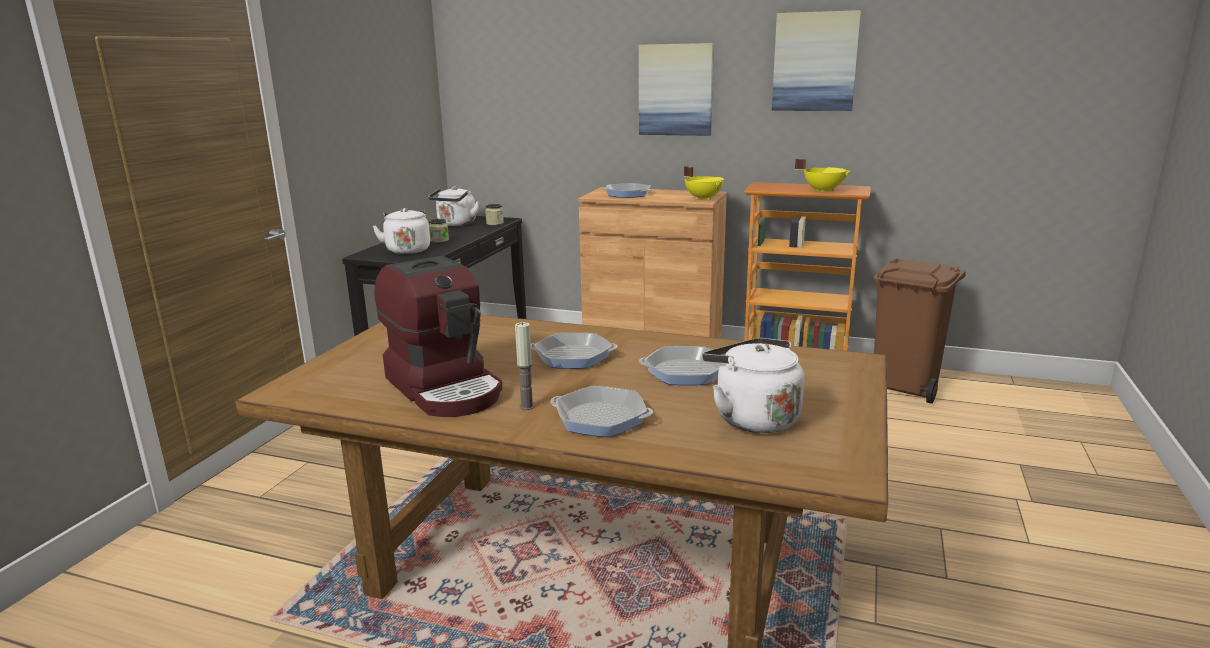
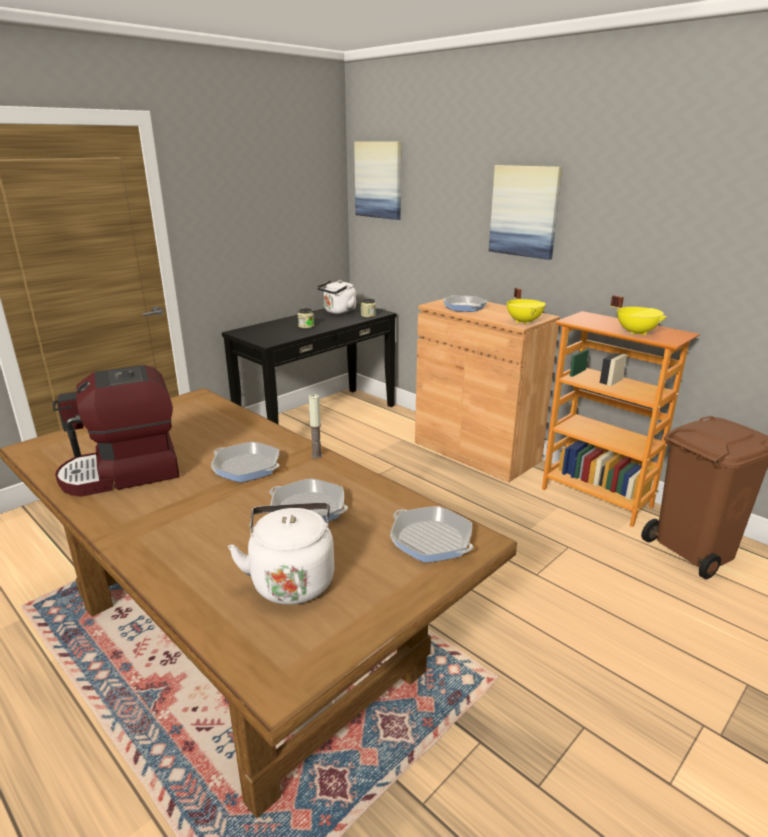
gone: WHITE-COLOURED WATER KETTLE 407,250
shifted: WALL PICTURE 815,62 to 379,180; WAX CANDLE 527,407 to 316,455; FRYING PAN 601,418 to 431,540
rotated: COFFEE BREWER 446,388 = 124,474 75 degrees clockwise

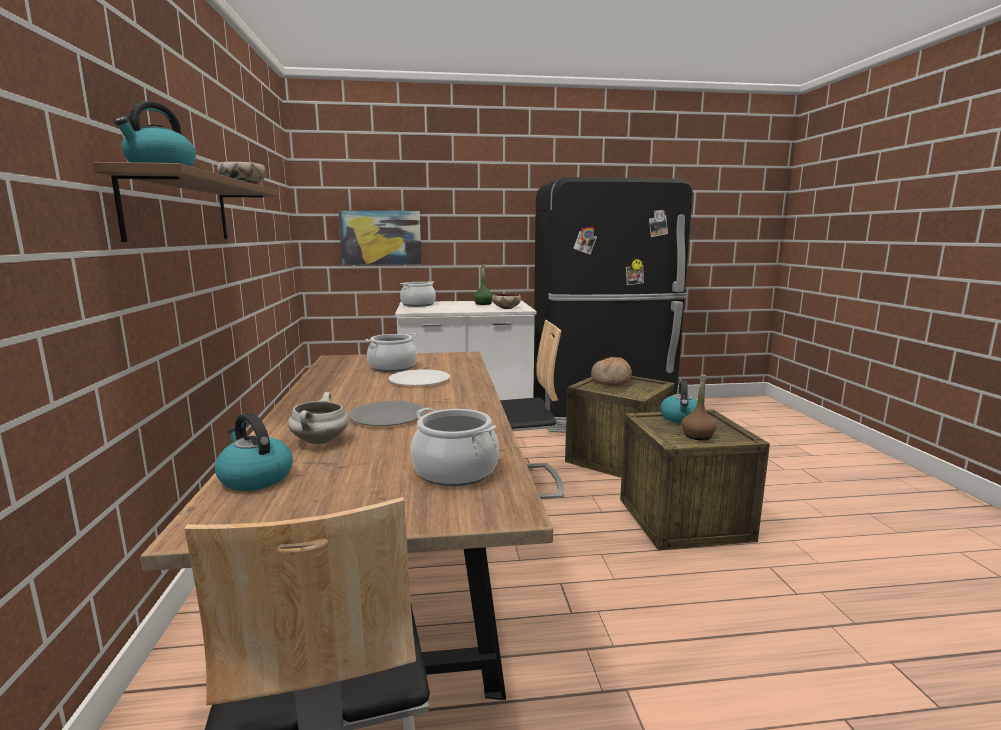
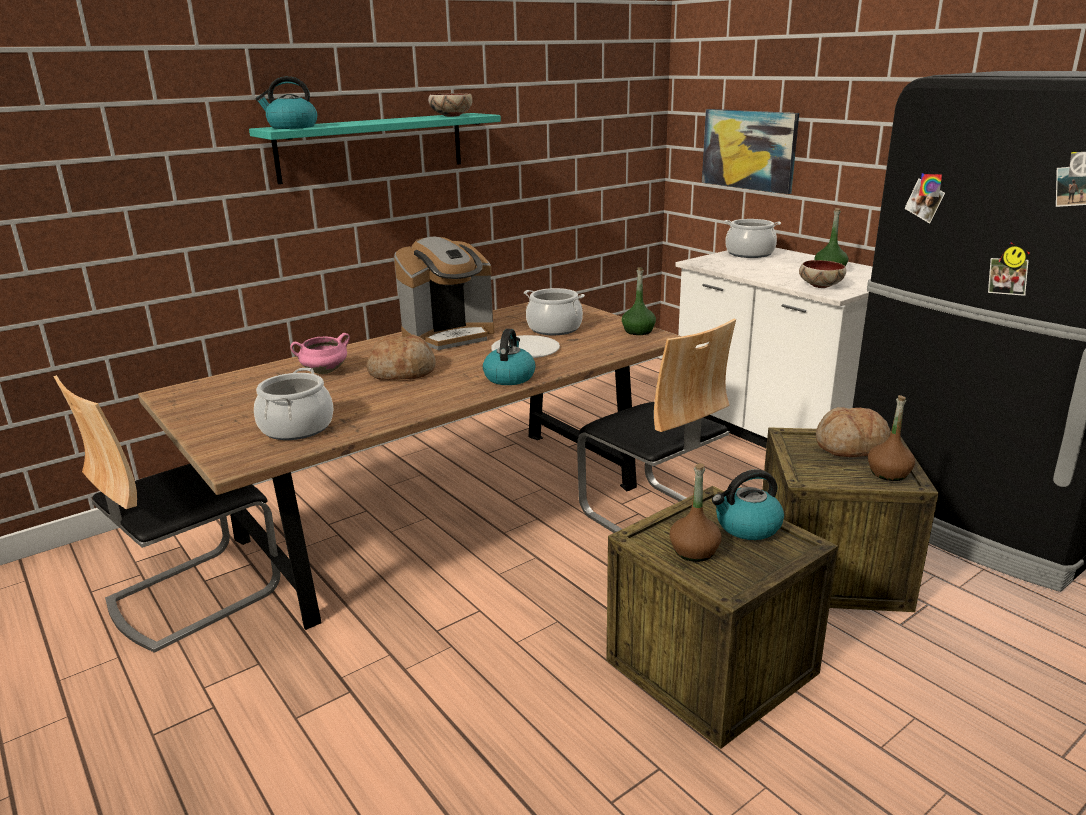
new: COFFEE BREWER 448,336; GREEN DRINK BOTTLE 638,331; BROWNISH DRINK BOTTLE 889,473
shifted: WATER KETTLE 255,478 to 509,377
swapped: GREY FLAT DISH 388,416 to BAKERY BREAD 403,371
repainted: BROWNISH BRACKET SHELF 180,210 to BLUE-GREEN BRACKET SHELF 372,147; WHITE-COLOURED SAUCEPOT 320,442 to PINK SAUCEPOT 324,372

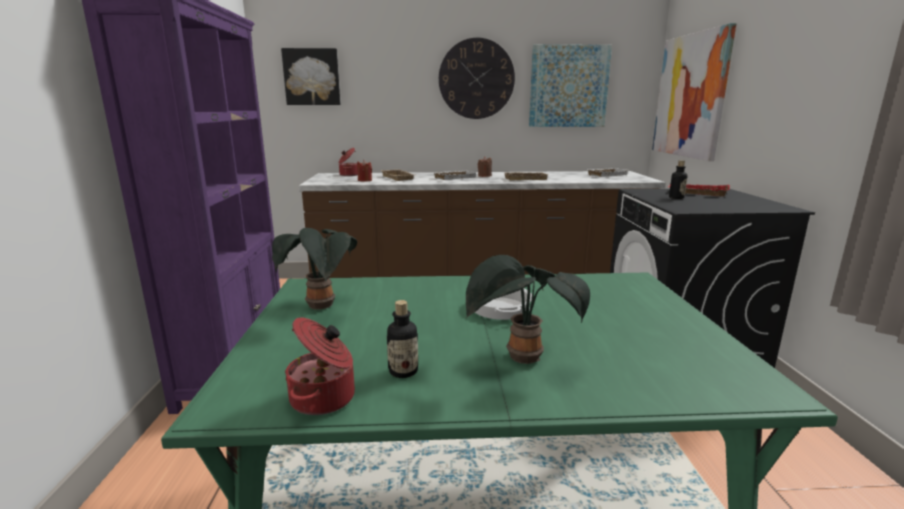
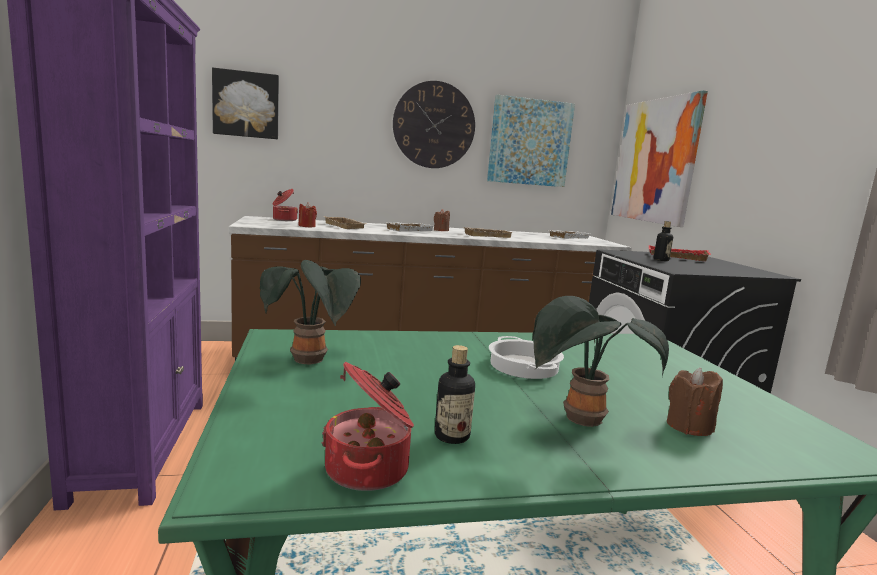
new: BROWNISH WAX CANDLE 689,426

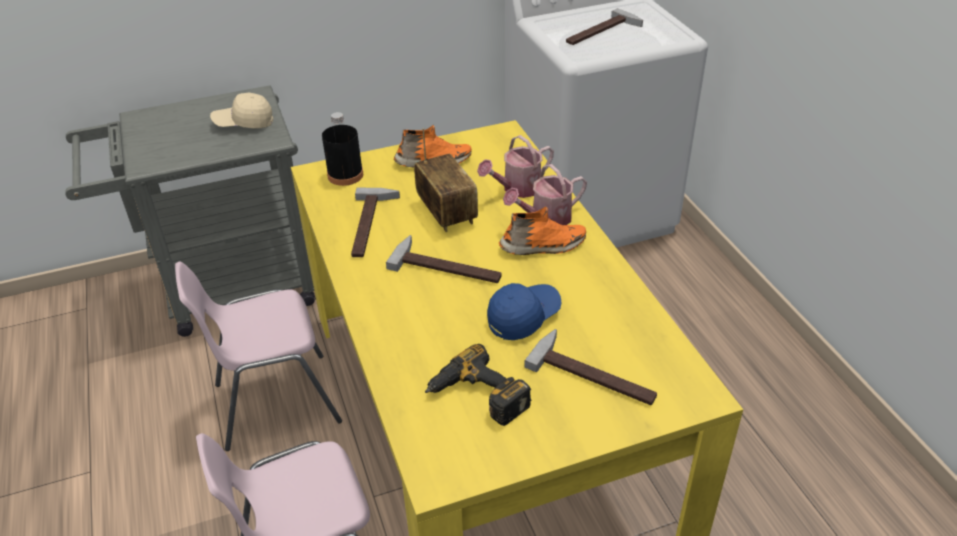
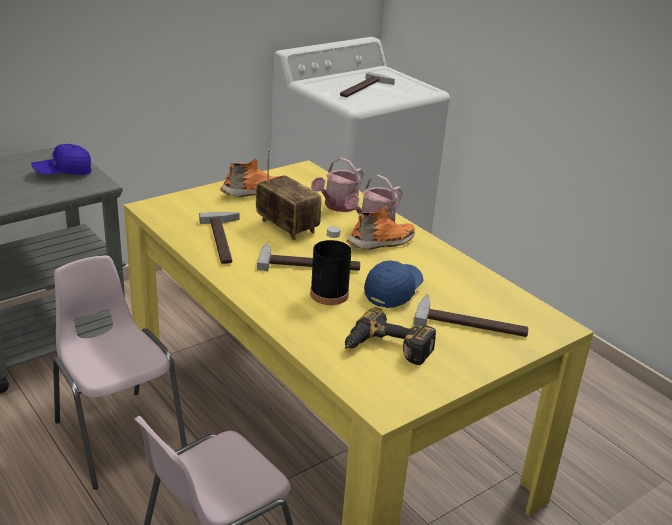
shifted: BLACKISH DRINK BOTTLE 345,175 to 329,294
repainted: BEIGE PEAKED CAP 244,123 to BLUE PEAKED CAP 63,173
rotated: PINK PLAIN CHAIR 275,402 = 119,435 90 degrees clockwise

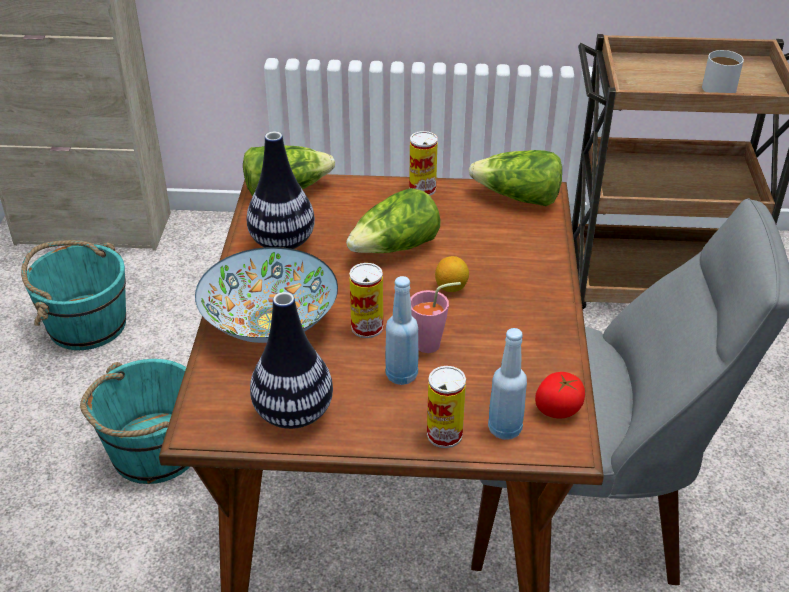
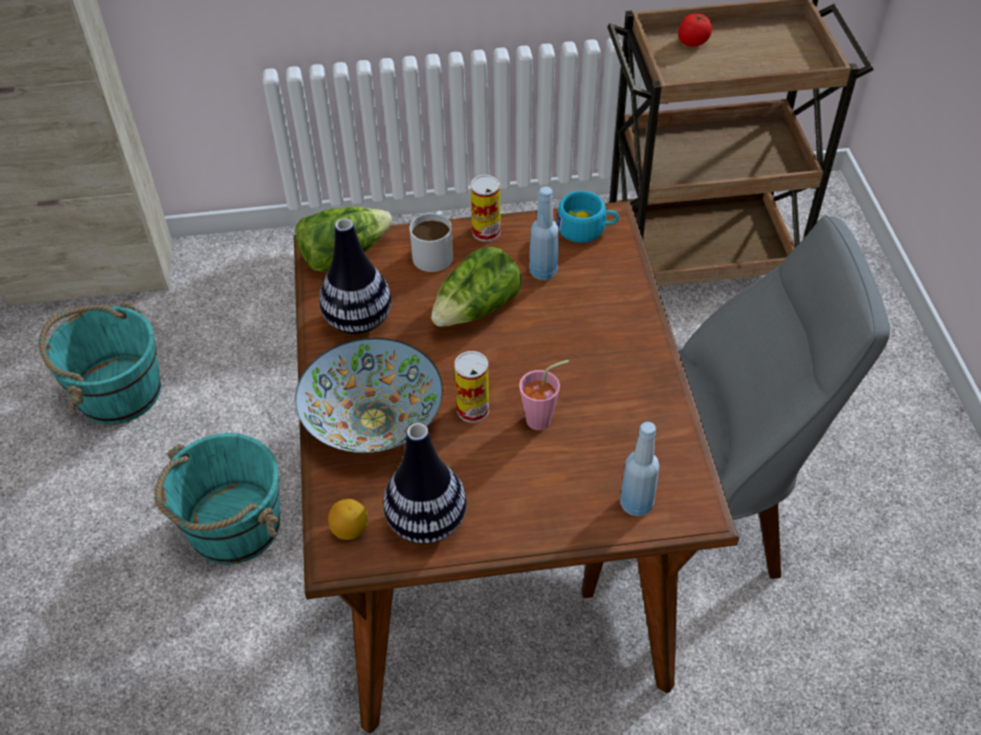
gone: CAN 444,434
shifted: WHITE-COLOURED TEA MUG 720,85 to 435,251; CITRUS FRUIT 451,287 to 350,530; BLUE DRINK BOTTLE 401,375 to 543,272; TOMATO 558,409 to 693,42
swapped: LETTUCE 518,198 to BLUE-GREEN DRINKING CUP 587,229

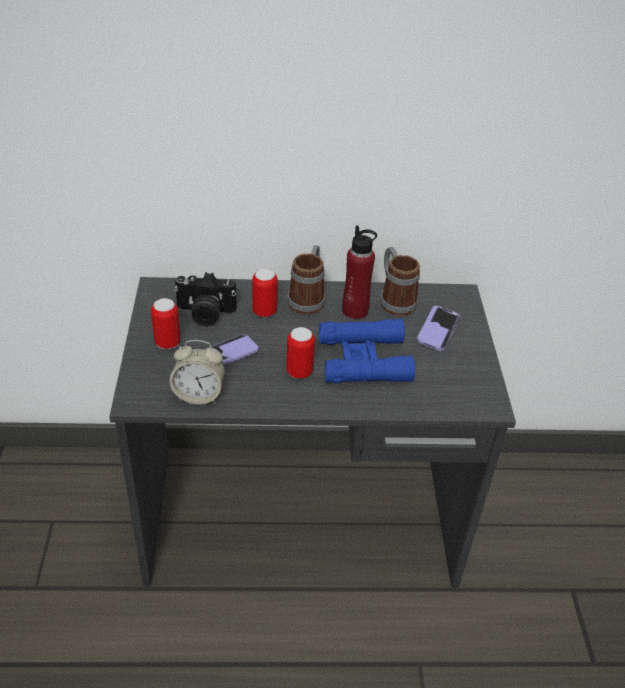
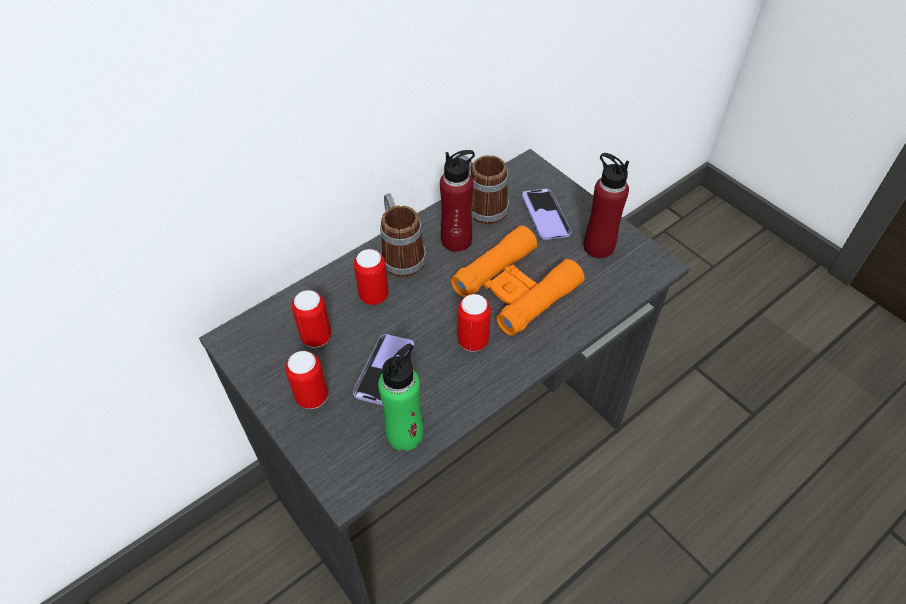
new: RED-COLOURED DRINK BOTTLE 598,246
swapped: PHOTO CAMERA 205,314 to CAN 316,337; TABLE CLOCK 199,395 to GREEN DRINK BOTTLE 405,434
repainted: BLUE PAIR OF BINOCULARS 364,360 to ORANGE-COLOURED PAIR OF BINOCULARS 515,288

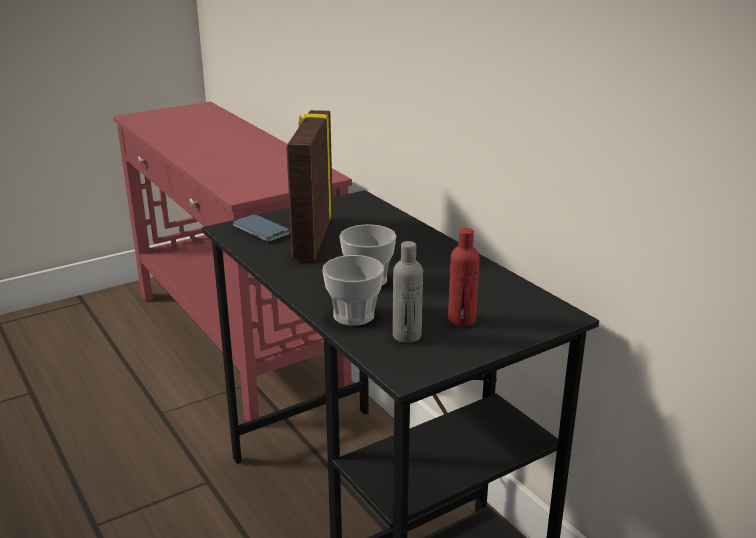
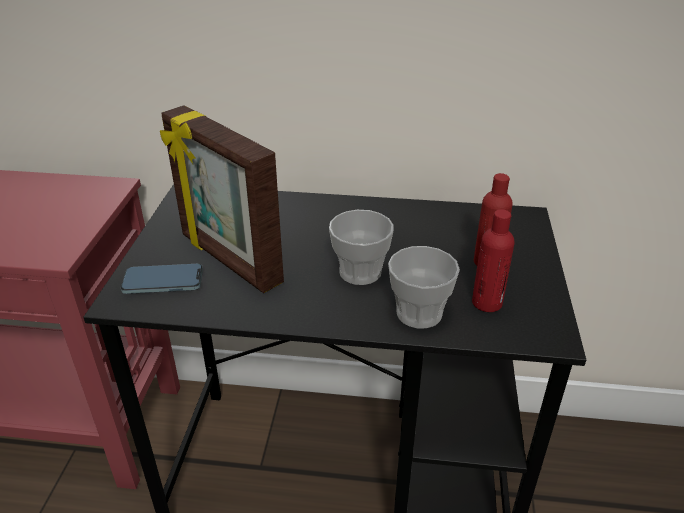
repainted: GREY DRINK BOTTLE 407,336 to RED-COLOURED DRINK BOTTLE 487,303

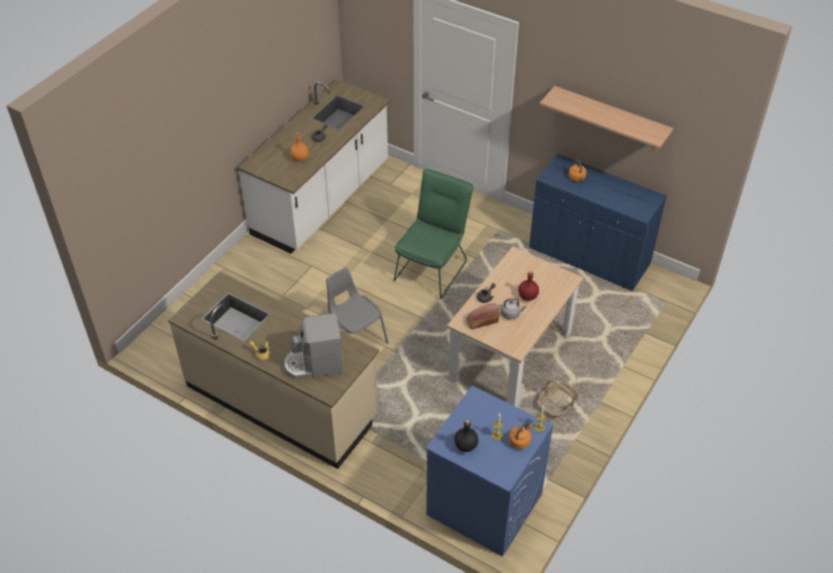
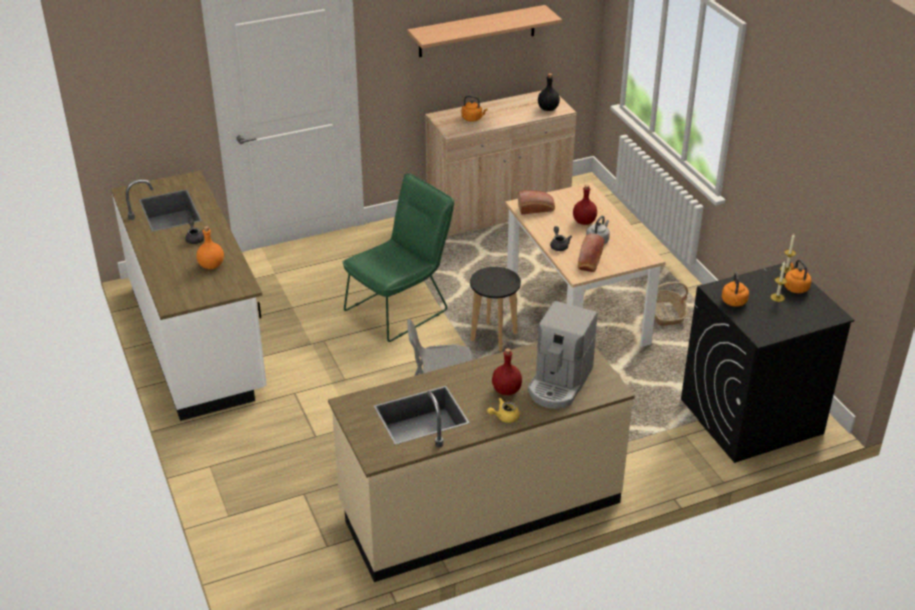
new: BAKERY BREAD 536,209; BLACKISH STOOL 493,337; ORANGE-COLOURED WATER KETTLE 734,302; RED-COLOURED DRINK BOTTLE 506,390
shifted: BLACKISH DRINK BOTTLE 466,446 to 548,108
repainted: BLUE STORAGE CABINET 589,257 to BEIGE STORAGE CABINET 498,210; BLUE LAUNDRY MACHINE 483,504 to BLACKISH LAUNDRY MACHINE 750,417
rotated: GREEN PLAIN CHAIR 433,267 = 401,308 75 degrees clockwise

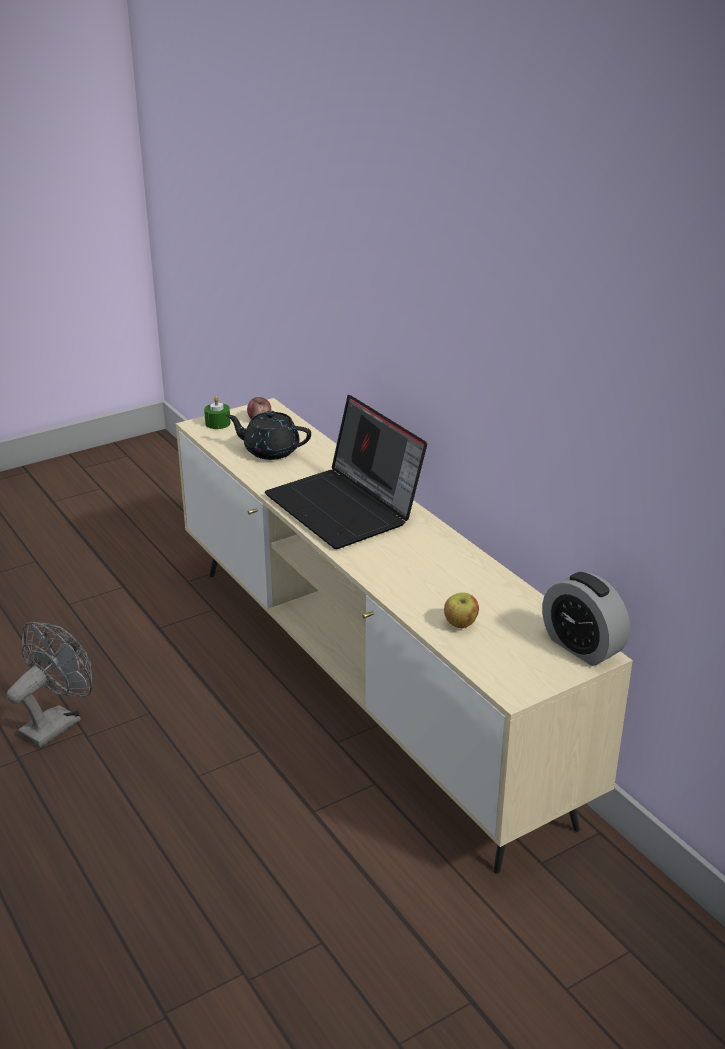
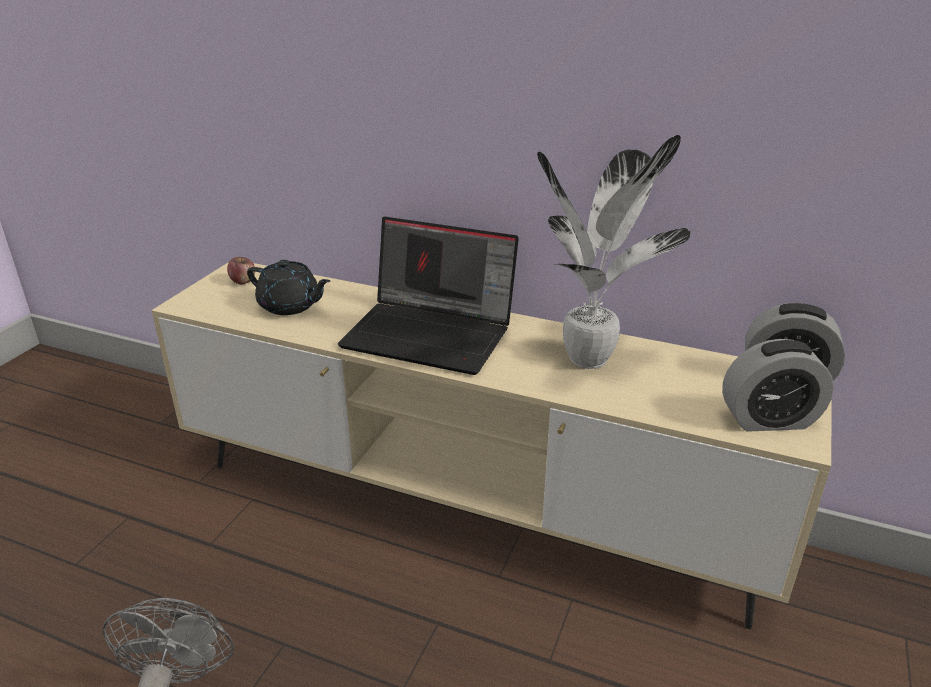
gone: GREEN WAX CANDLE 218,423; APPLE FRUIT 461,624
new: PLANT IN A POT 591,361; TABLE CLOCK 768,420
rotated: BLACKISH POT FOR TEA 270,451 = 290,306 135 degrees counterclockwise

